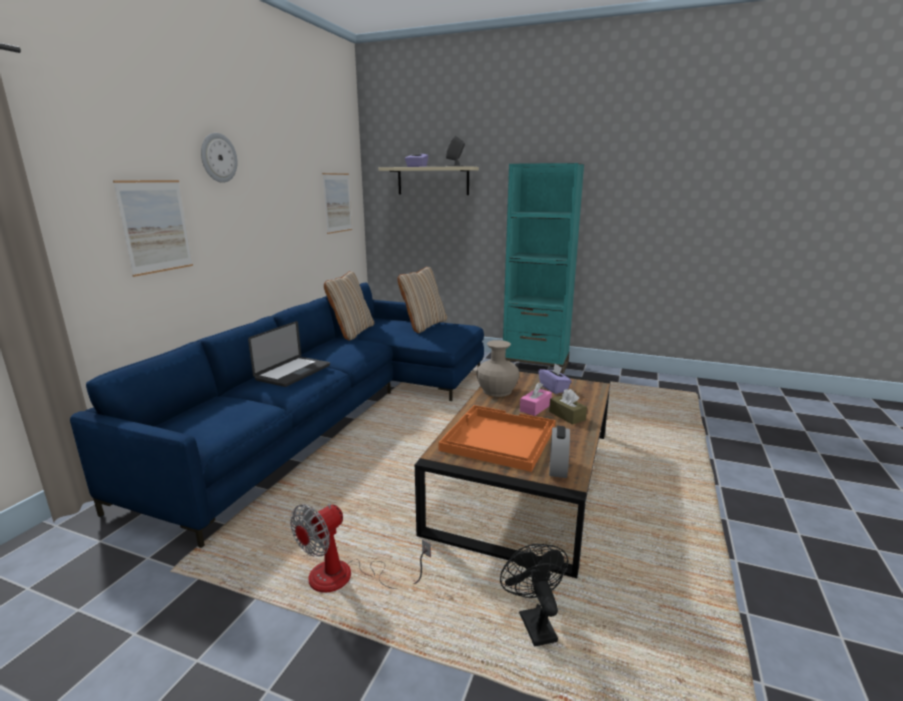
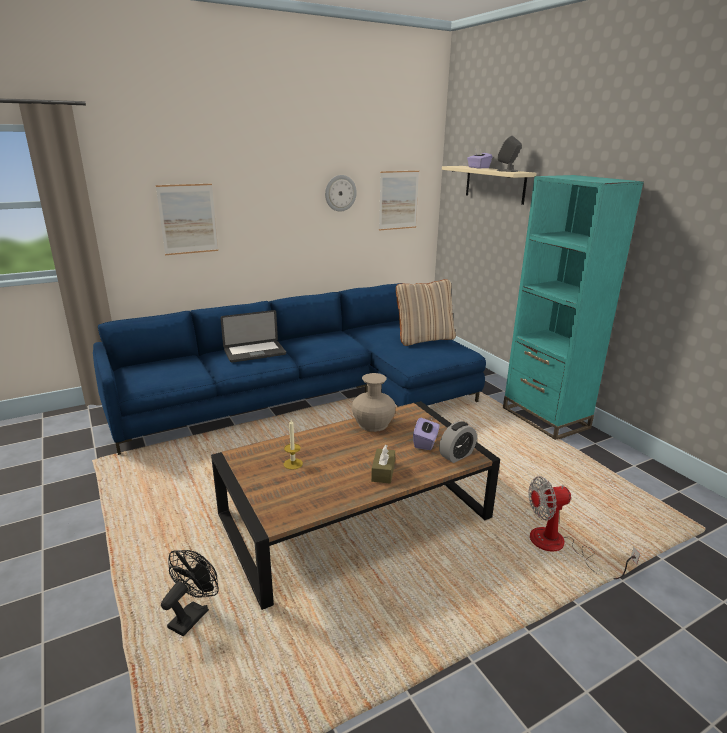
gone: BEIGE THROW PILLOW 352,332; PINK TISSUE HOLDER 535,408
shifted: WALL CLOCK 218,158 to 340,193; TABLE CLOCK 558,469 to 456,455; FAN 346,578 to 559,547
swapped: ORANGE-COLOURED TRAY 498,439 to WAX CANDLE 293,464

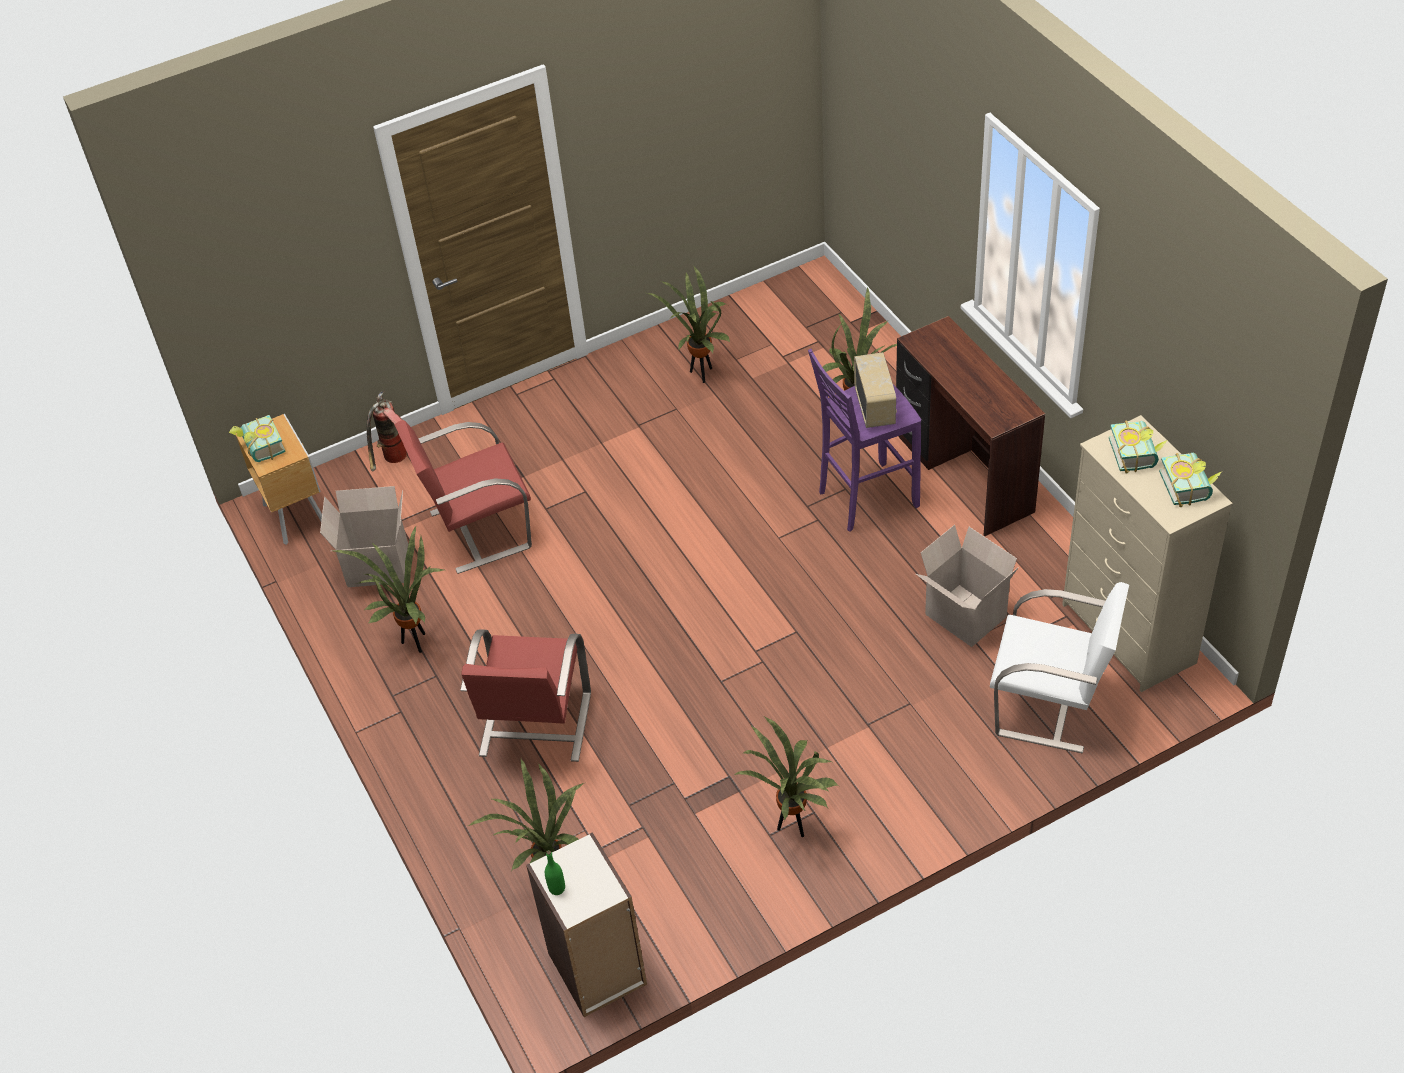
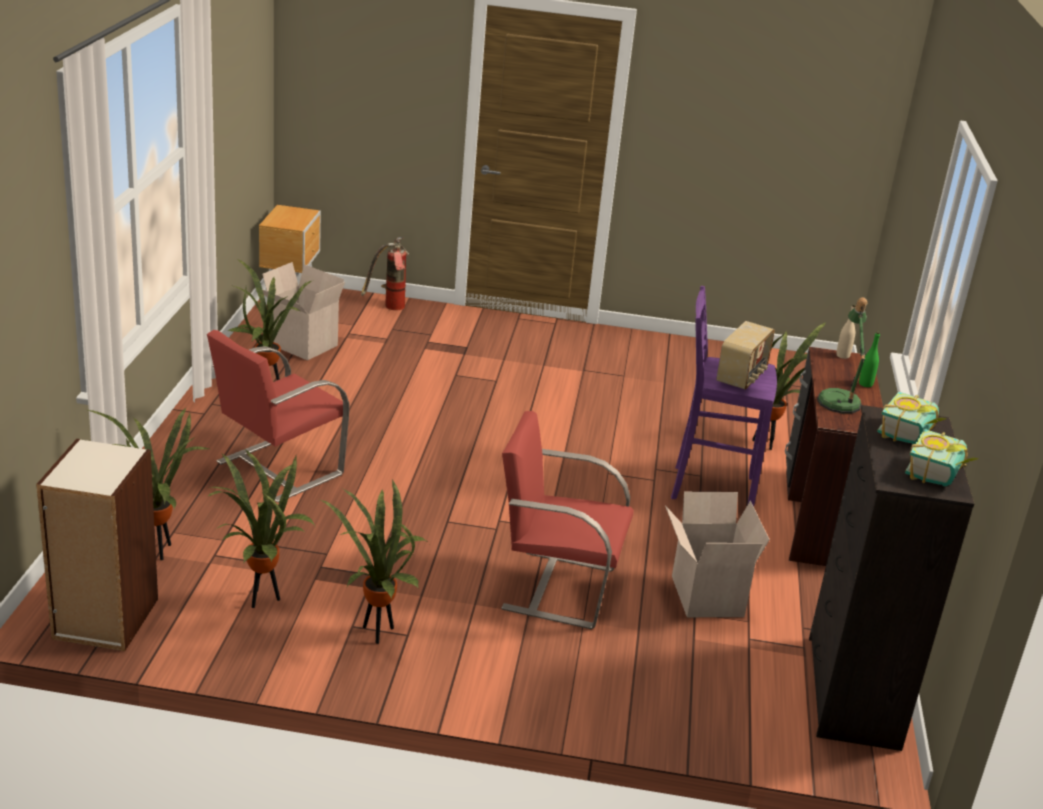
gone: BOUND BOOK 260,448; WHITE-COLOURED PLAIN CHAIR 1050,705
new: LAMP FOR A TABLE 840,399; BEIGE DRINK BOTTLE 842,356
shifted: PLANT IN A POT 701,375 to 260,599; RED-COLOURED PLAIN CHAIR 478,530 to 557,587; GREEN DRINK BOTTLE 557,888 to 865,384
repainted: BEIGE DRAWER CHEST 1128,635 to BLACKISH DRAWER CHEST 851,692

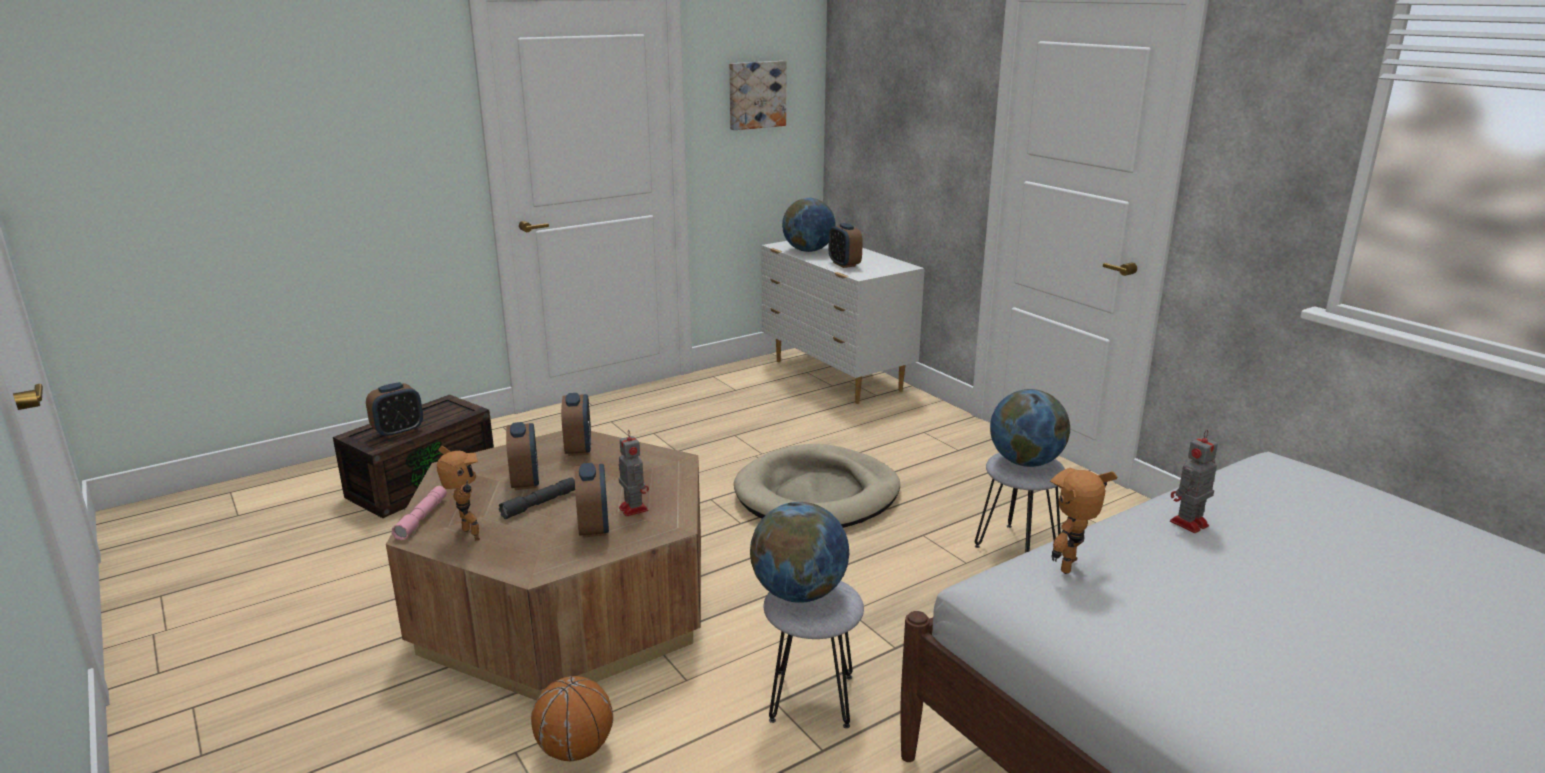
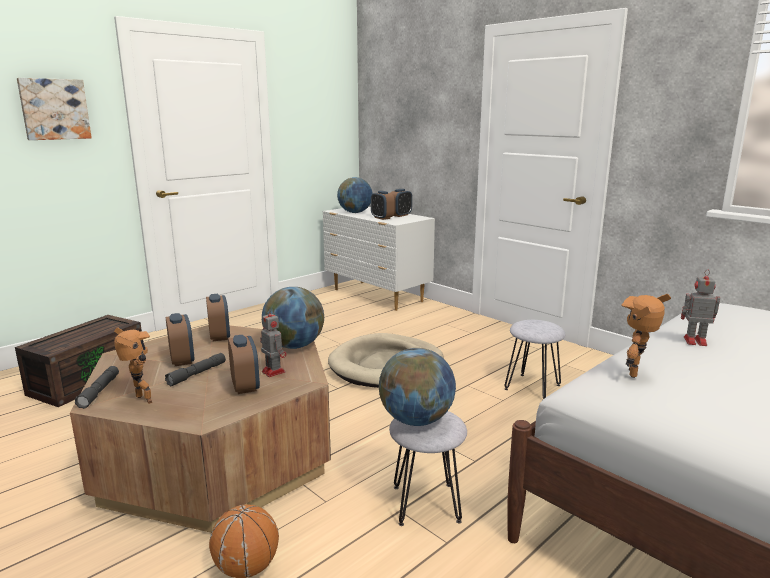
shifted: WALL PICTURE 756,94 to 54,109; TABLE CLOCK 398,431 to 400,215; WORLD GLOBE 1025,462 to 294,346
repainted: PINK FLASHLIGHT 421,518 to GREY FLASHLIGHT 99,391
rotated: MODEL ROBOT 1188,524 = 693,341 60 degrees clockwise

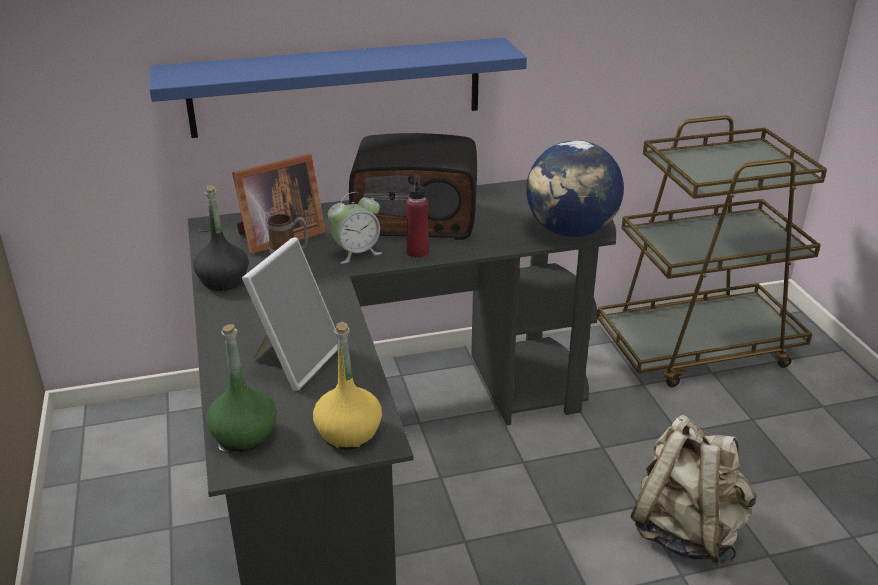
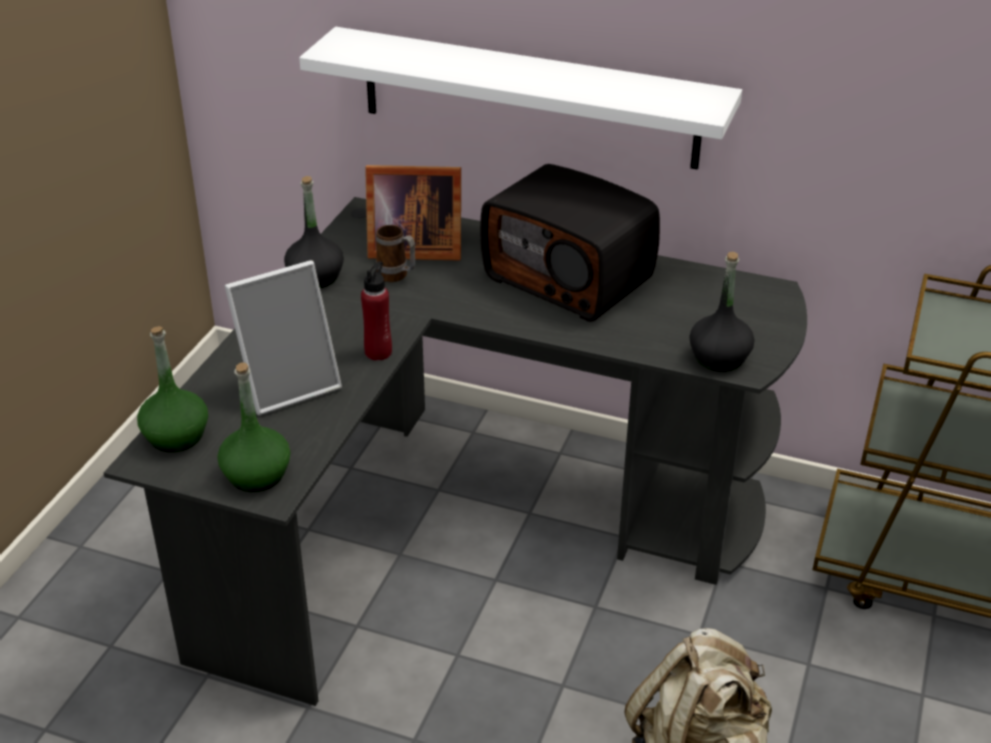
gone: TABLE CLOCK 356,253
shifted: RED-COLOURED DRINK BOTTLE 417,252 to 378,352
swapped: WORLD GLOBE 571,232 to BLACKISH DRINK BOTTLE 719,358
repainted: BLUE BRACKET SHELF 337,87 to WHITE-COLOURED BRACKET SHELF 529,98; YELLOW-COLOURED DRINK BOTTLE 349,433 to GREEN DRINK BOTTLE 256,475

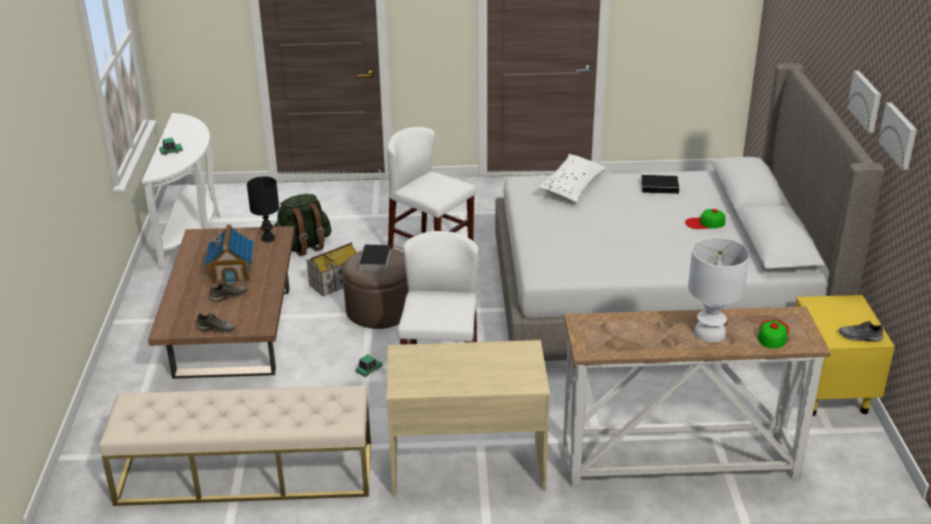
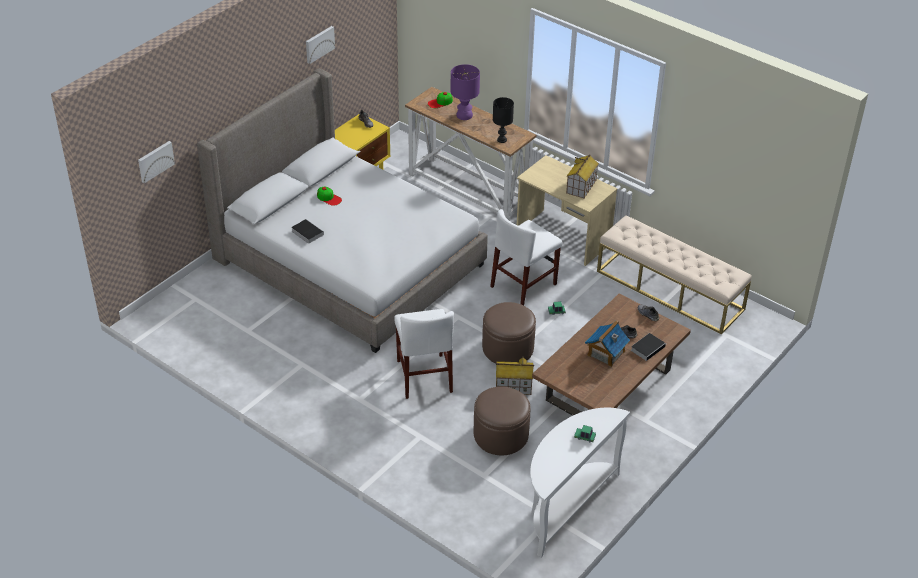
gone: WHITE-COLOURED THROW PILLOW 572,186
new: MODEL HOUSE 581,187
shifted: WALL PICTURE 866,101 to 155,161; BLACKISH LAMP FOR A TABLE 268,239 to 502,140; BOUND BOOK 375,261 to 648,348
swapped: GREEN RUCKSACK 303,246 to BROWNISH FOOTREST 501,435
repainted: WHITE-COLOURED LAMP FOR A TABLE 710,333 to PURPLE-COLOURED LAMP FOR A TABLE 464,115

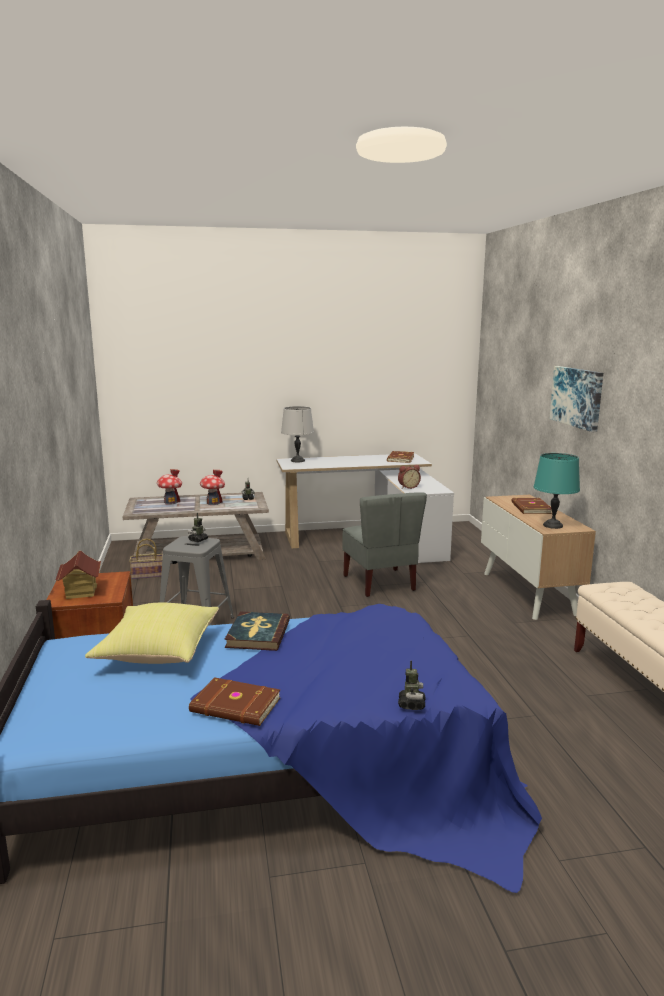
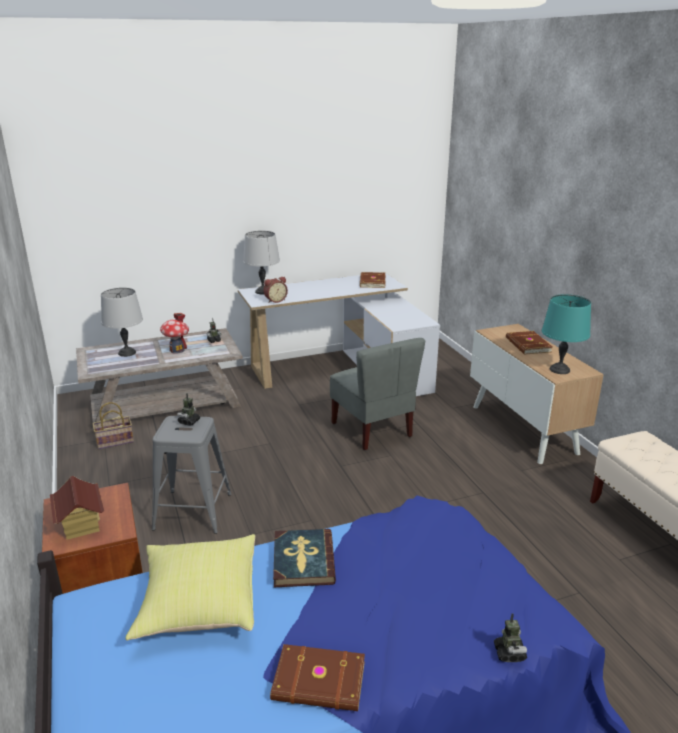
gone: WALL PICTURE 577,397
shifted: TABLE CLOCK 408,487 to 275,300
swapped: MODEL HOUSE 170,502 to GREY LAMP FOR A TABLE 127,353

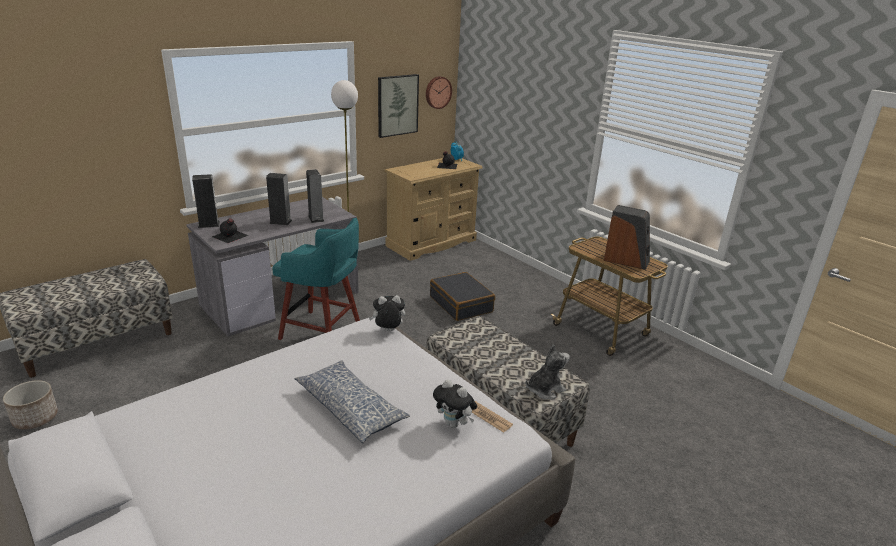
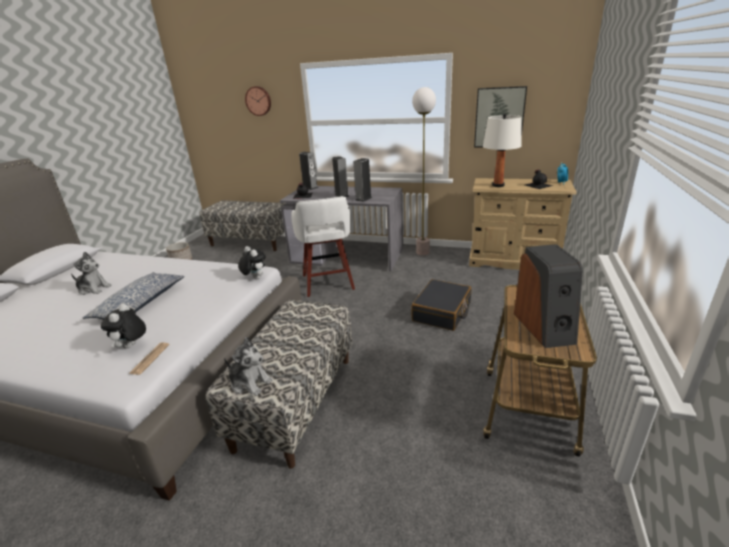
new: WHITE-COLOURED LAMP FOR A TABLE 498,185; SOFT TOY 94,289
shifted: WALL CLOCK 437,92 to 258,101
repainted: BLUE-GREEN STOOL 322,332 to WHITE-COLOURED STOOL 328,283

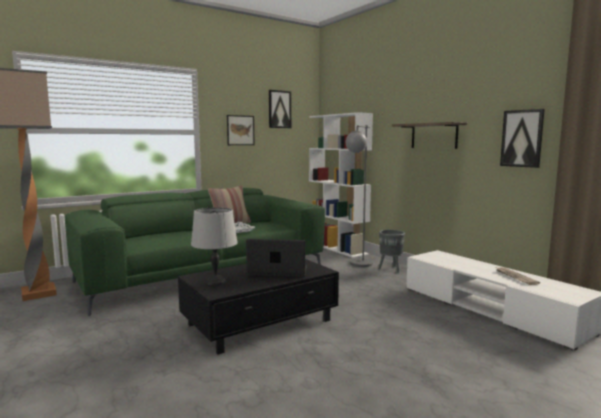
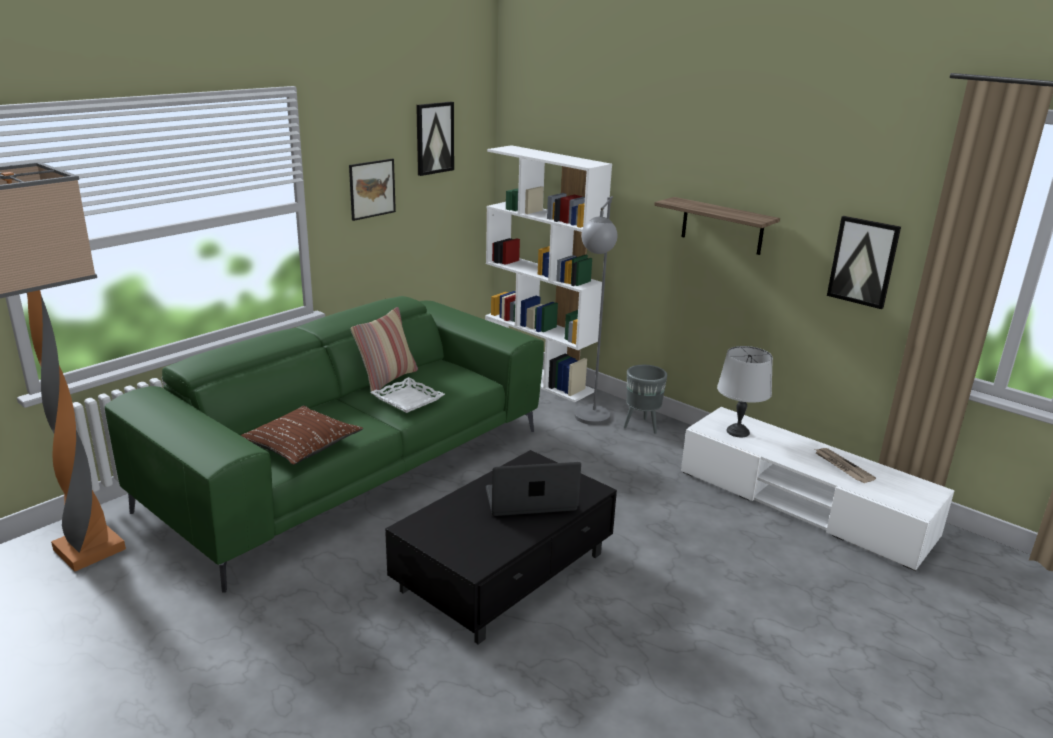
new: BROWNISH THROW PILLOW 300,445
shifted: GREY LAMP FOR A TABLE 215,282 to 738,432

